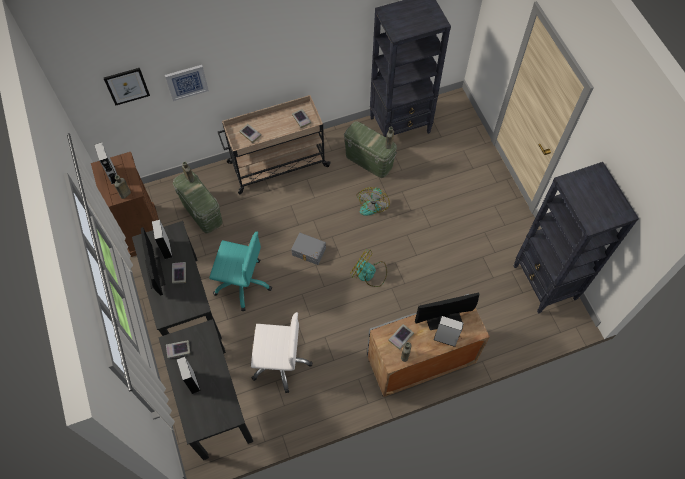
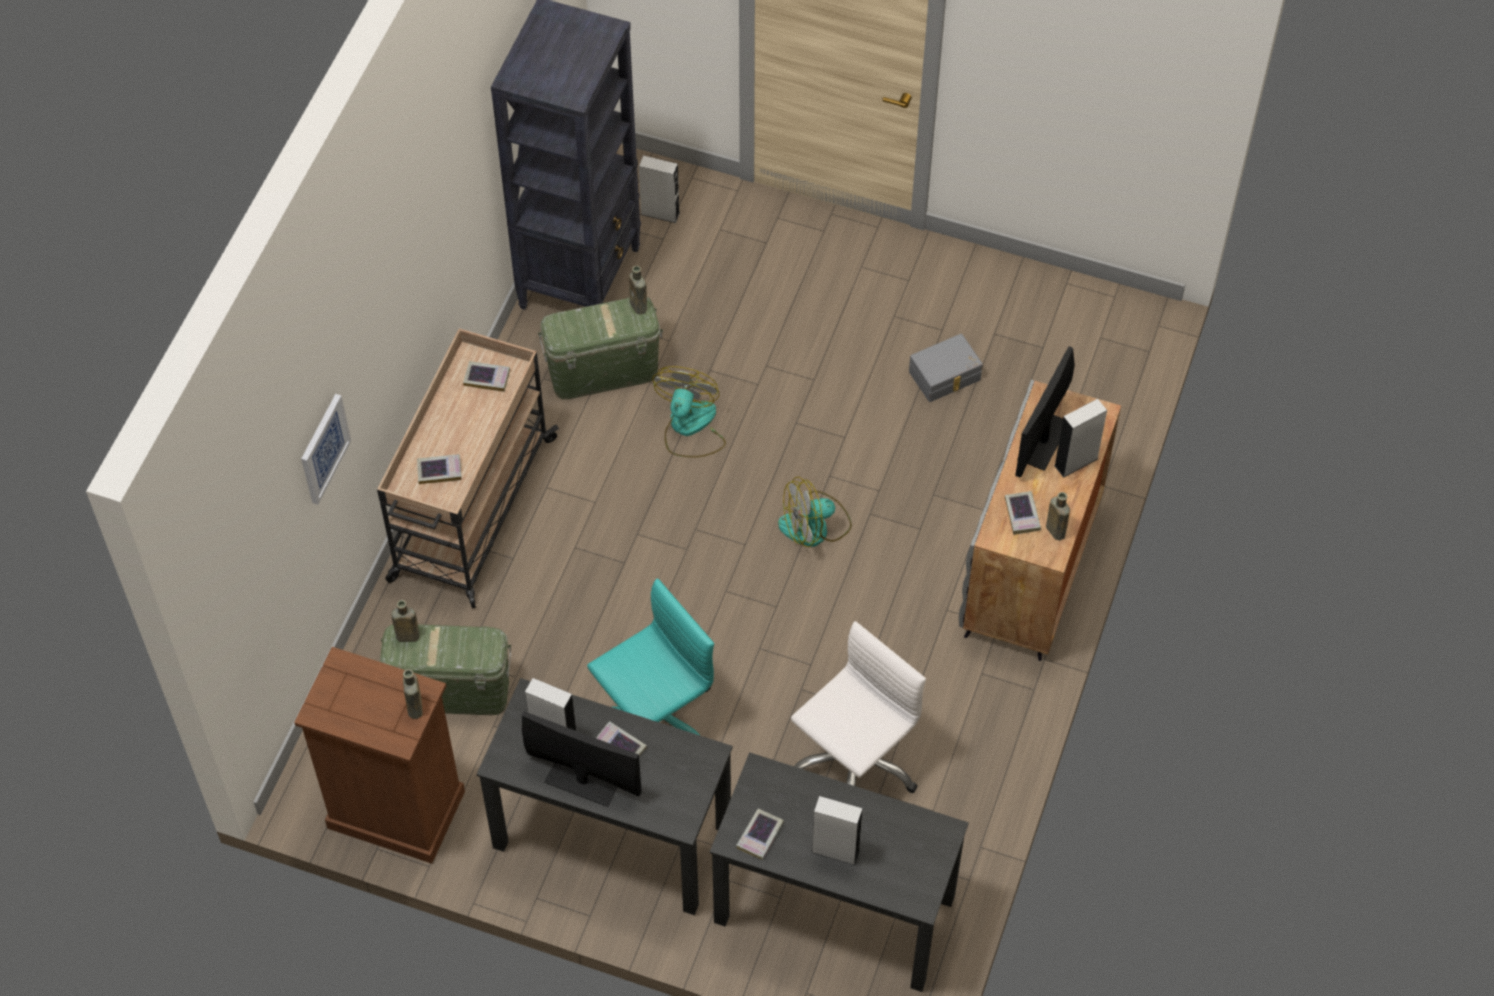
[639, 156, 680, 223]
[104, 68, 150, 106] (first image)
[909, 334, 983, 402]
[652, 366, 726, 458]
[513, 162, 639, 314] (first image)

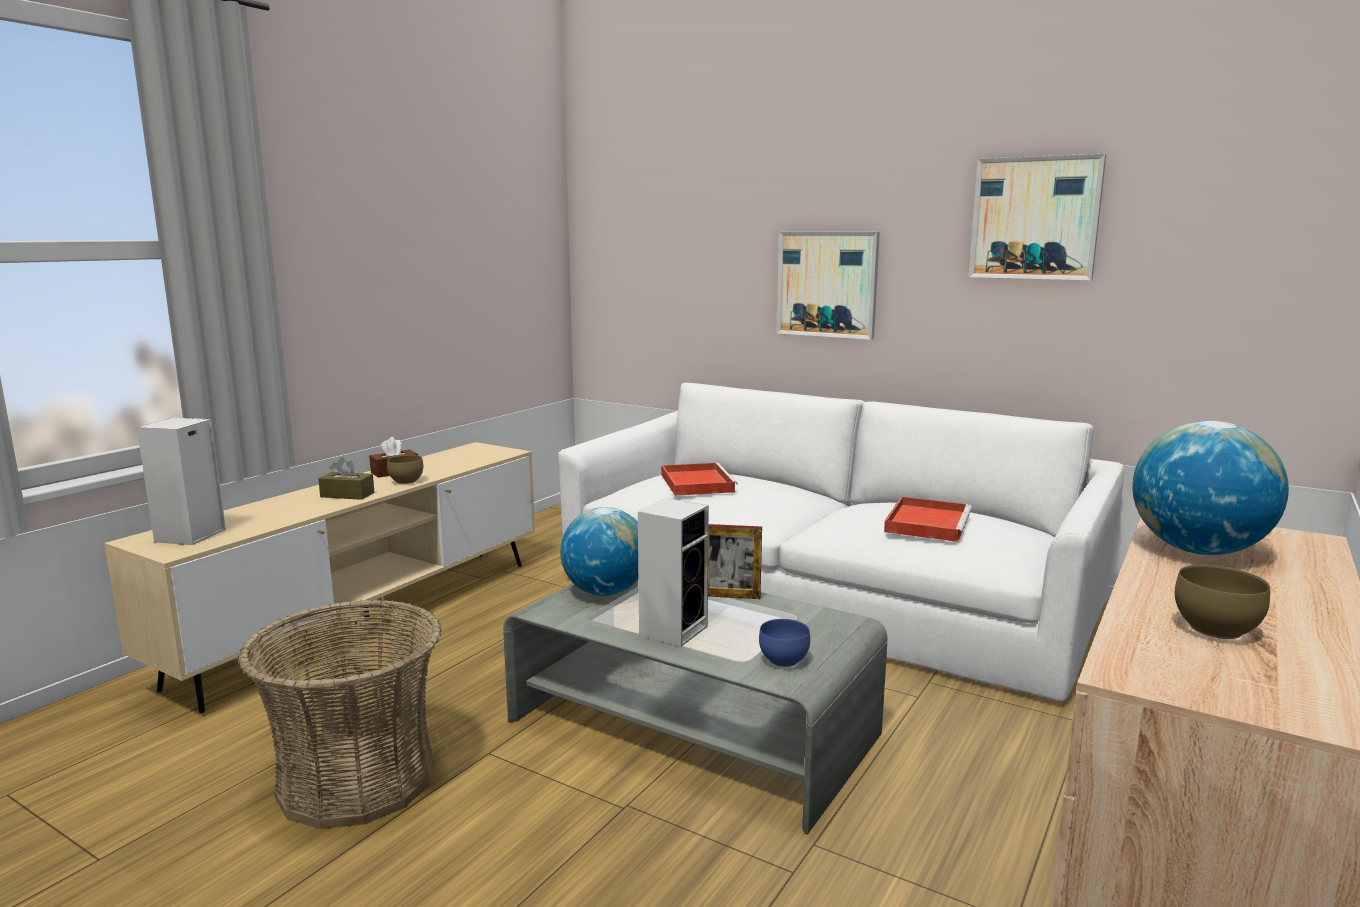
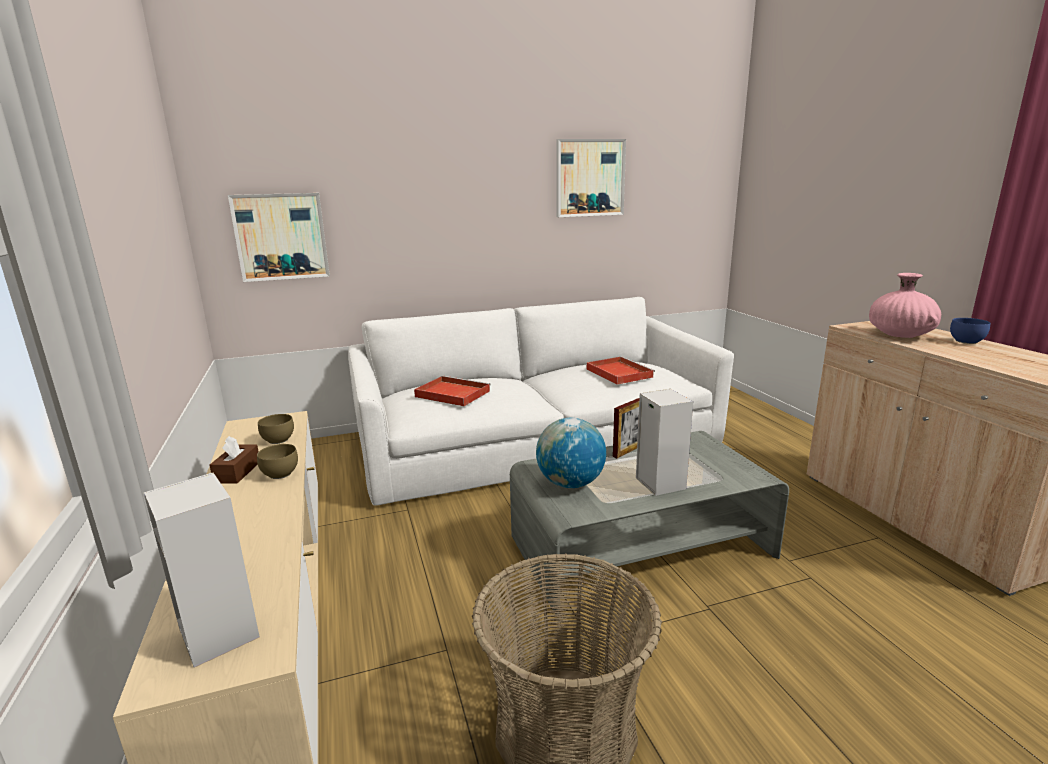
[318, 458, 374, 500] (first image)
[950, 318, 990, 344]
[228, 193, 330, 282]
[869, 273, 941, 338]
[258, 414, 294, 444]

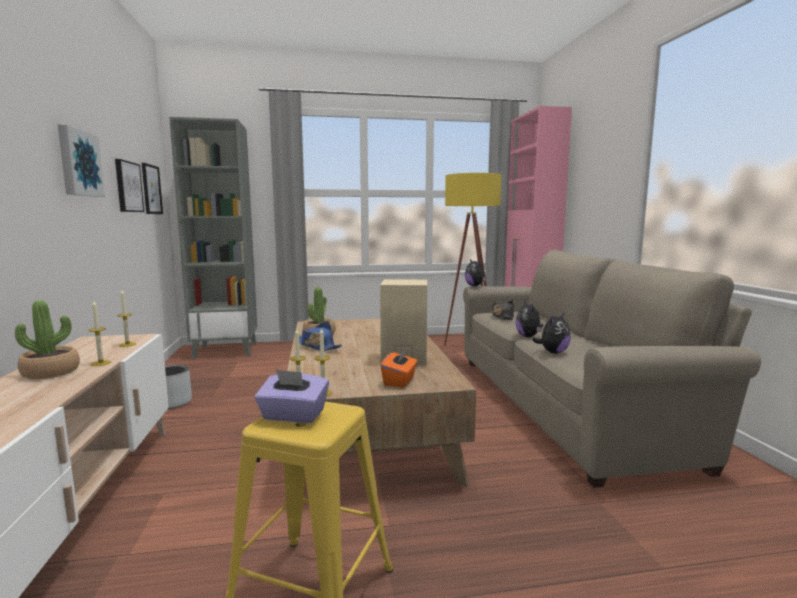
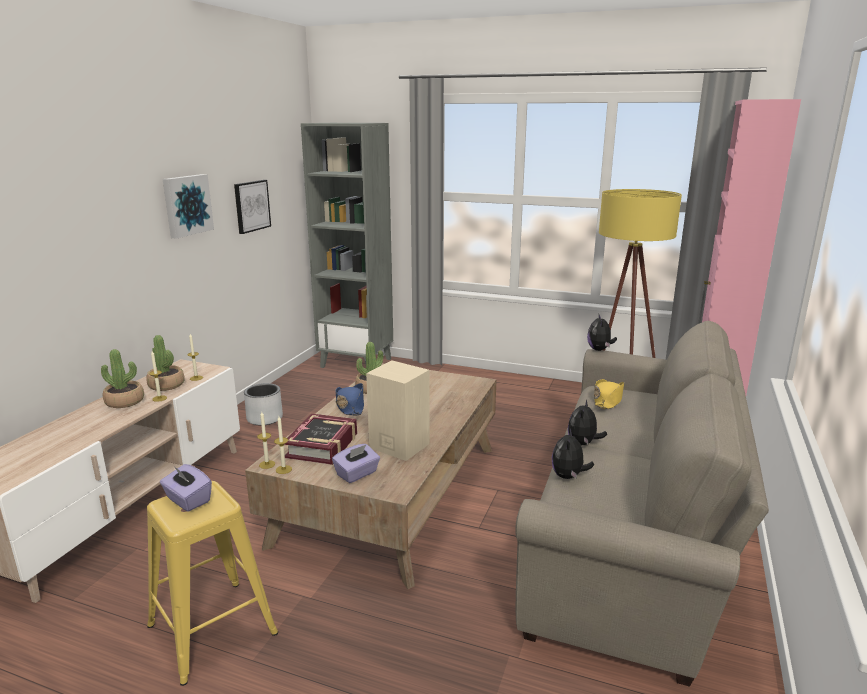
[142, 163, 163, 214] (first image)
[332, 444, 380, 483]
[594, 379, 624, 409]
[552, 428, 594, 479]
[146, 335, 185, 391]
[284, 414, 357, 465]

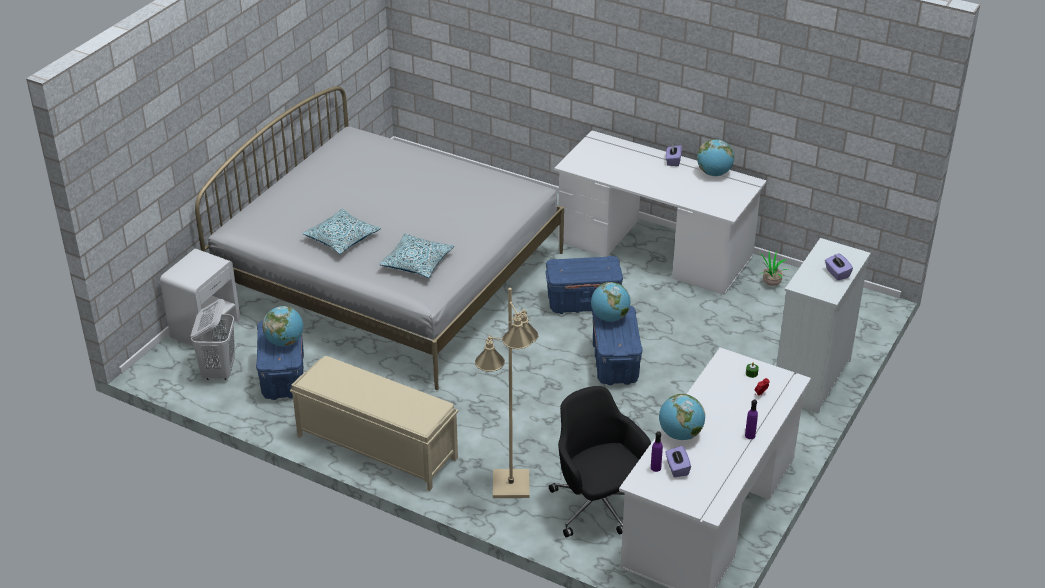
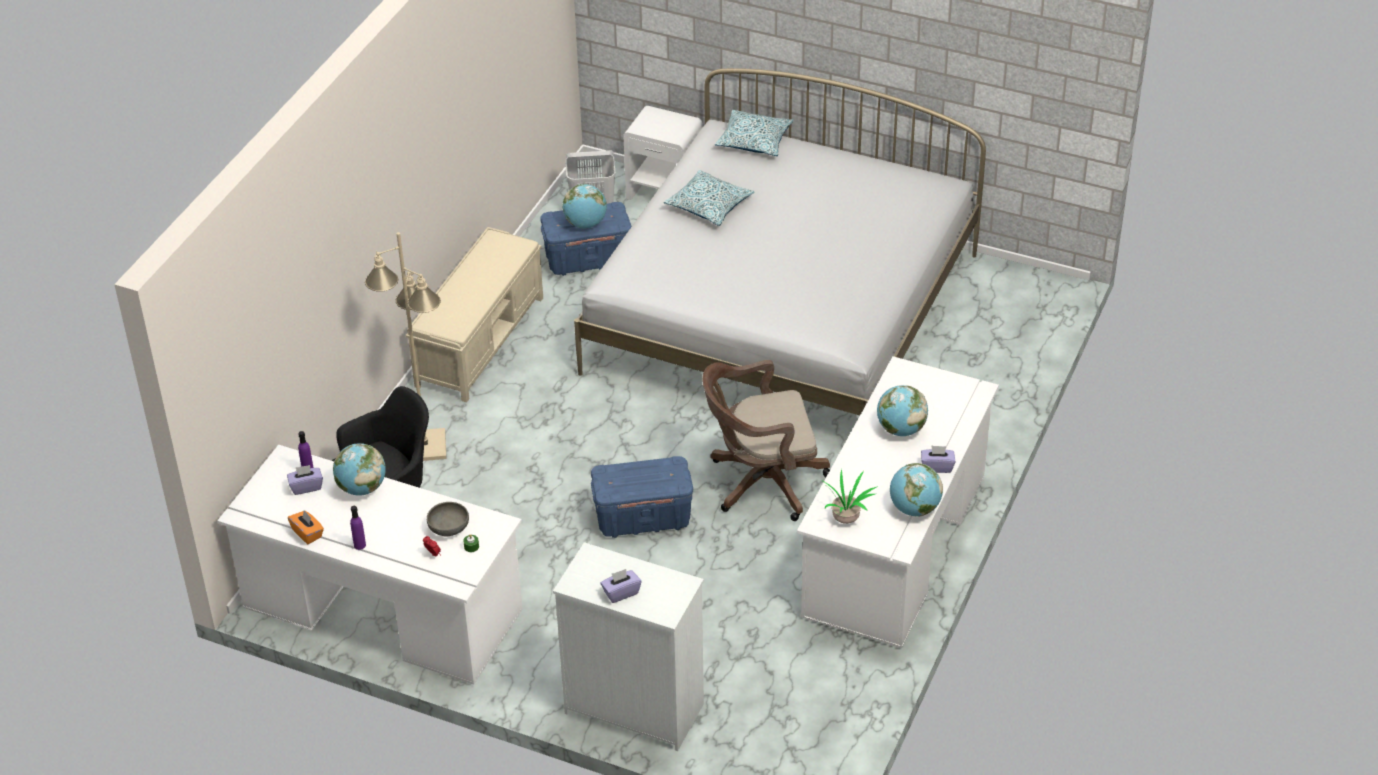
[715, 110, 794, 156]
[702, 360, 830, 521]
[877, 385, 928, 436]
[821, 469, 878, 524]
[288, 510, 324, 544]
[427, 502, 469, 536]

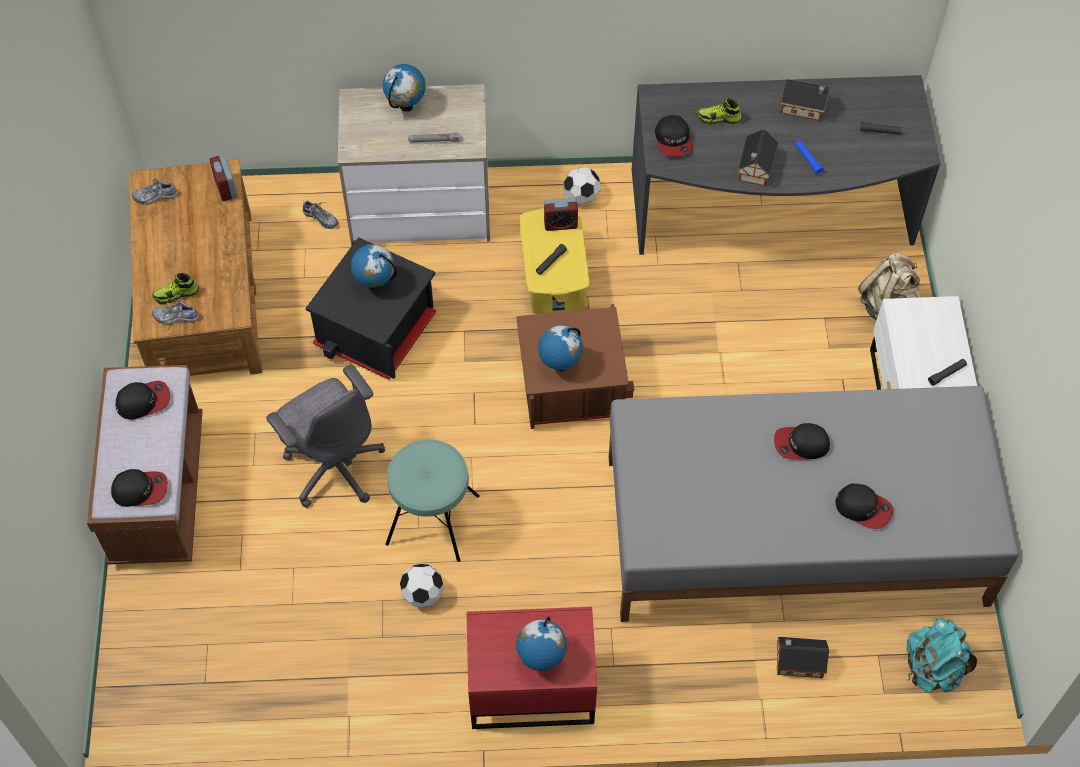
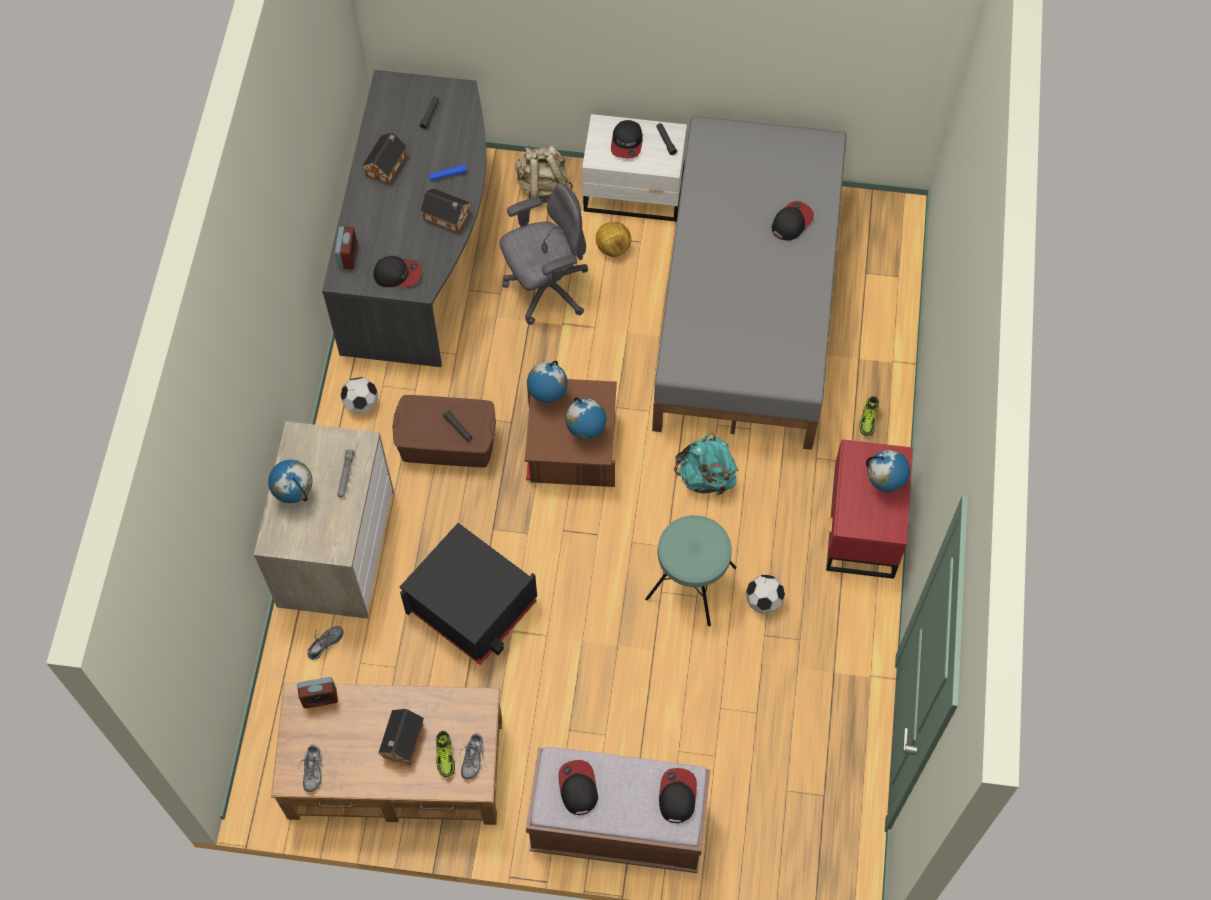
[500, 183, 588, 325]
[527, 361, 568, 403]
[392, 395, 496, 467]
[335, 226, 358, 269]
[859, 396, 879, 436]
[611, 120, 643, 158]
[378, 709, 424, 765]
[674, 433, 739, 497]
[596, 222, 631, 257]

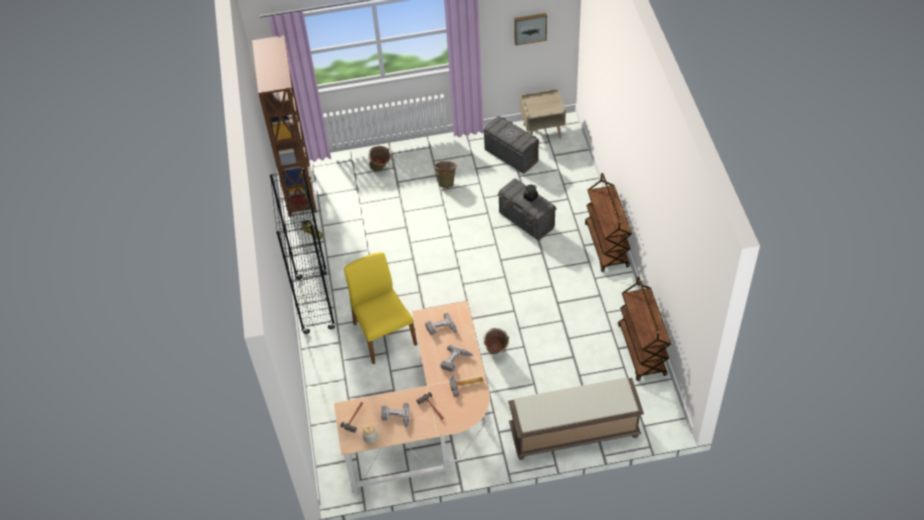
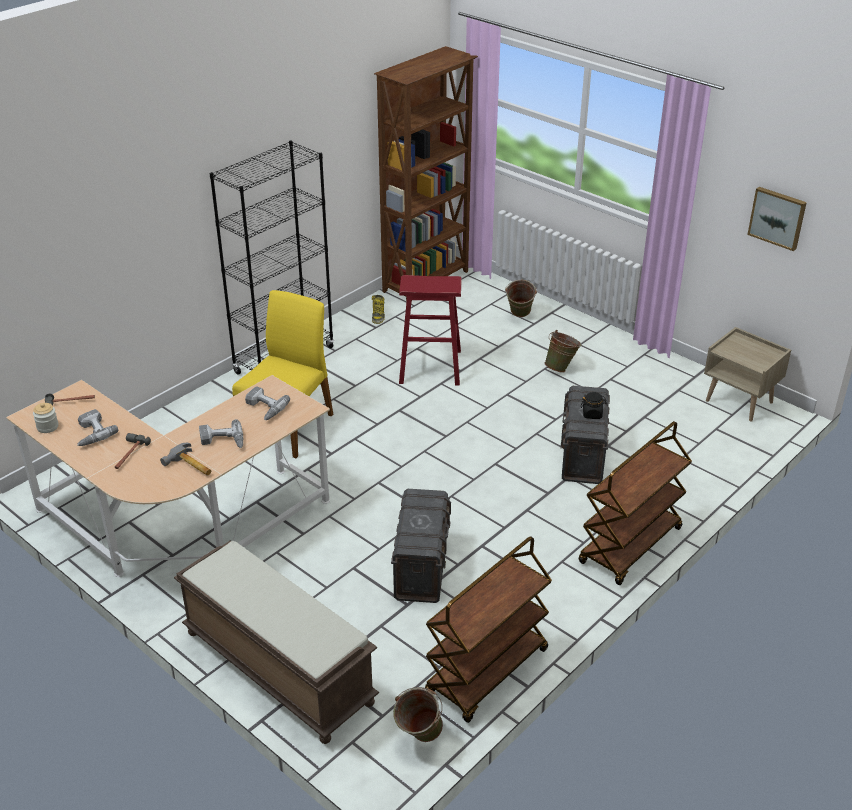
[391, 489, 451, 603]
[393, 687, 443, 742]
[399, 275, 462, 386]

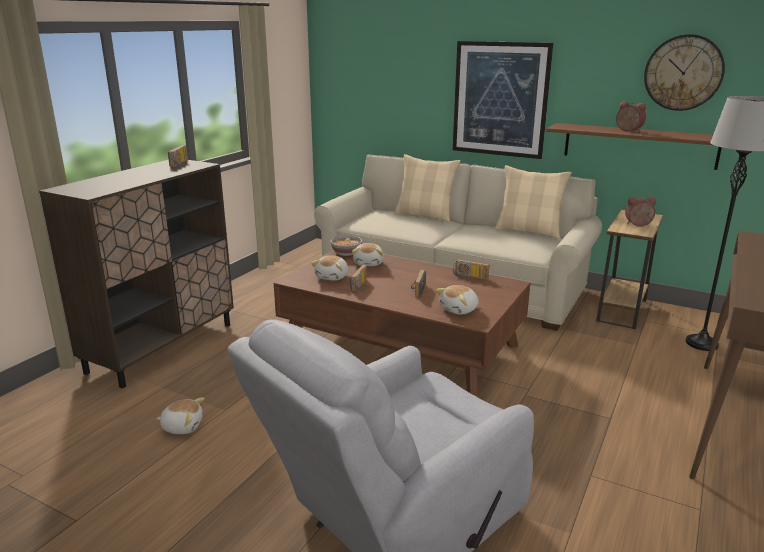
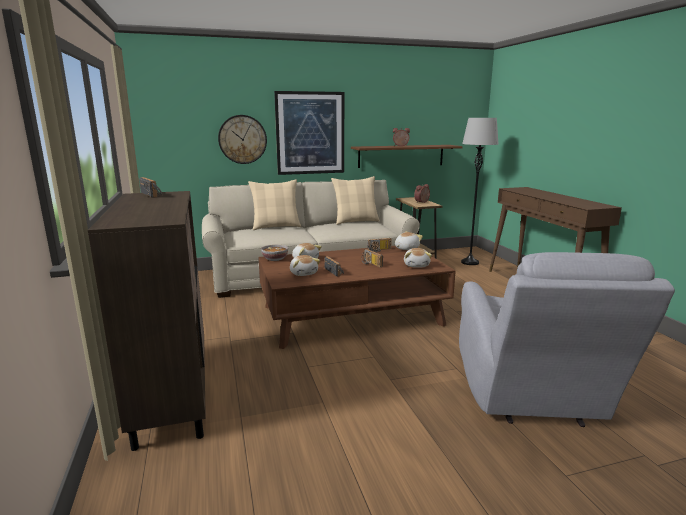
[395, 231, 423, 250]
[218, 115, 267, 164]

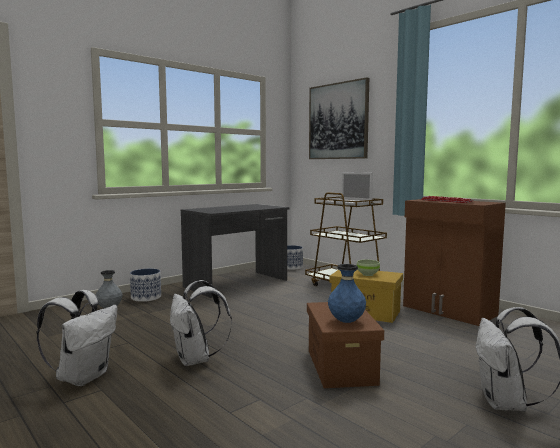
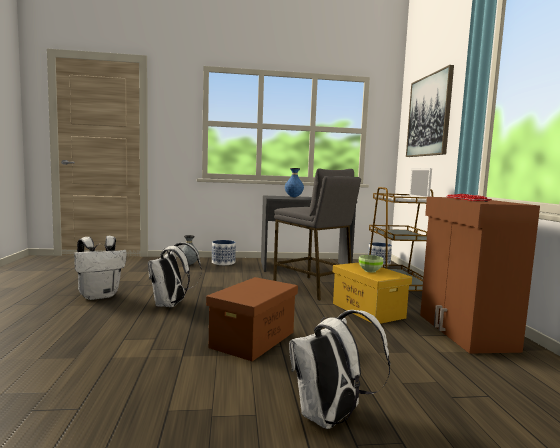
[285, 168, 304, 197]
[273, 169, 361, 301]

